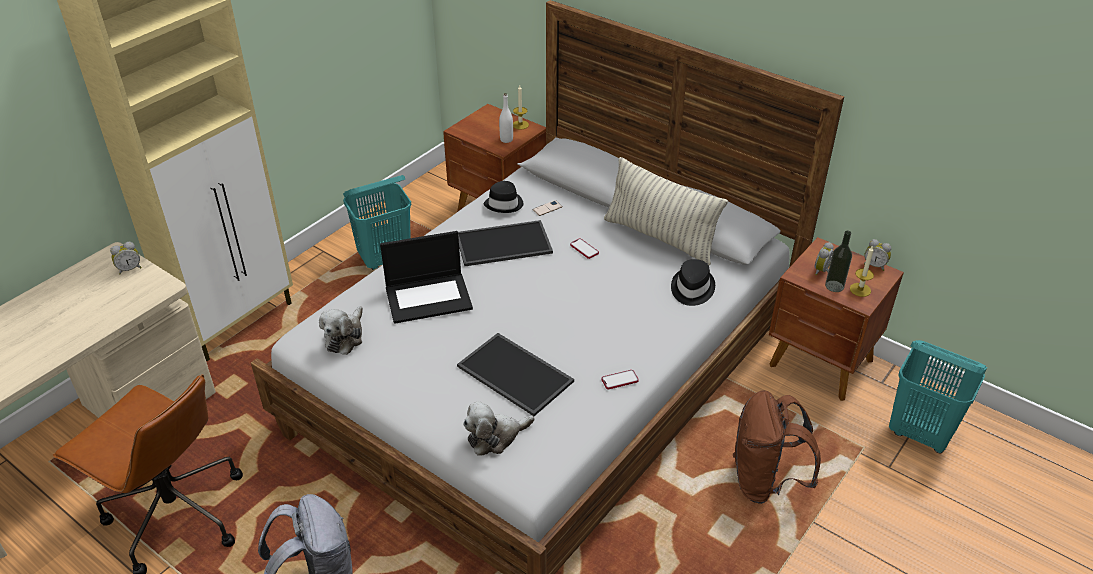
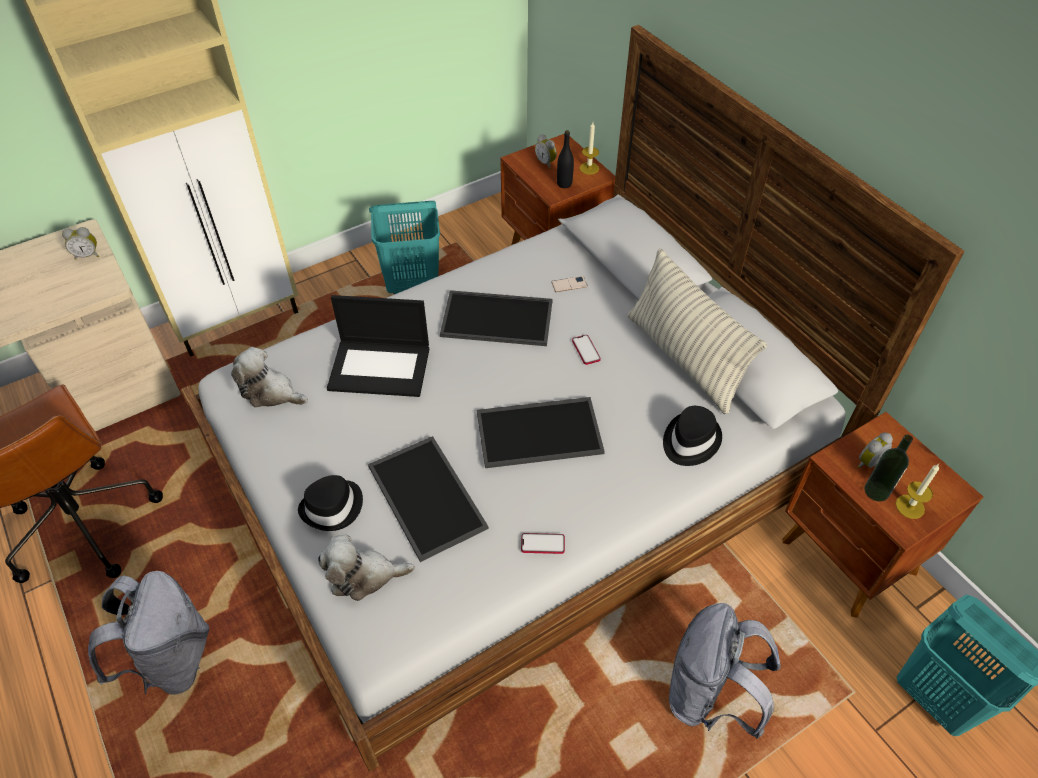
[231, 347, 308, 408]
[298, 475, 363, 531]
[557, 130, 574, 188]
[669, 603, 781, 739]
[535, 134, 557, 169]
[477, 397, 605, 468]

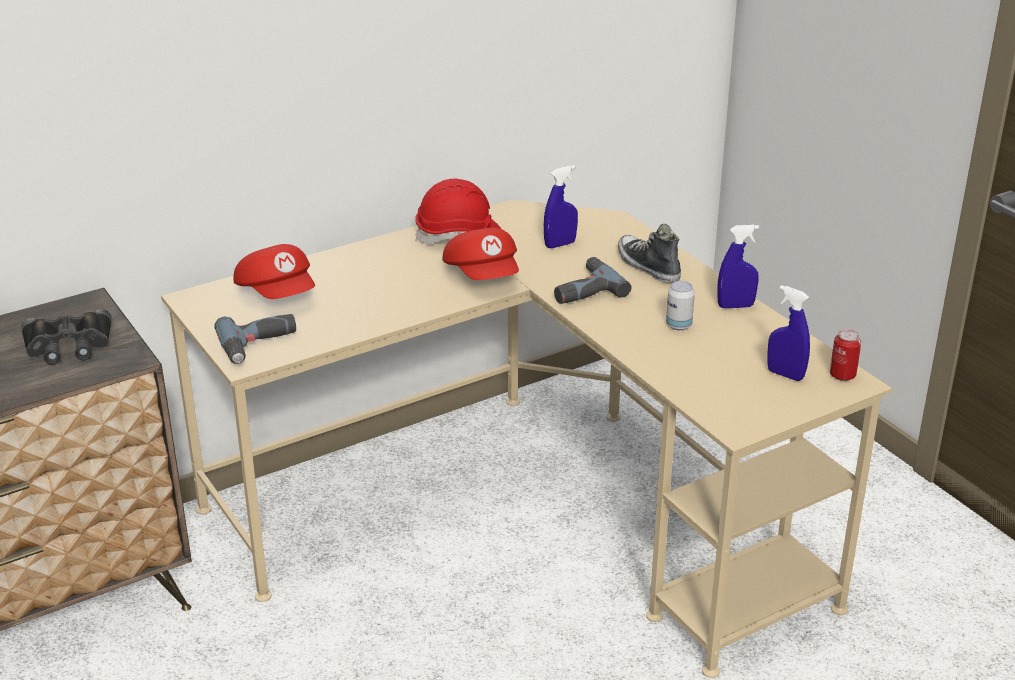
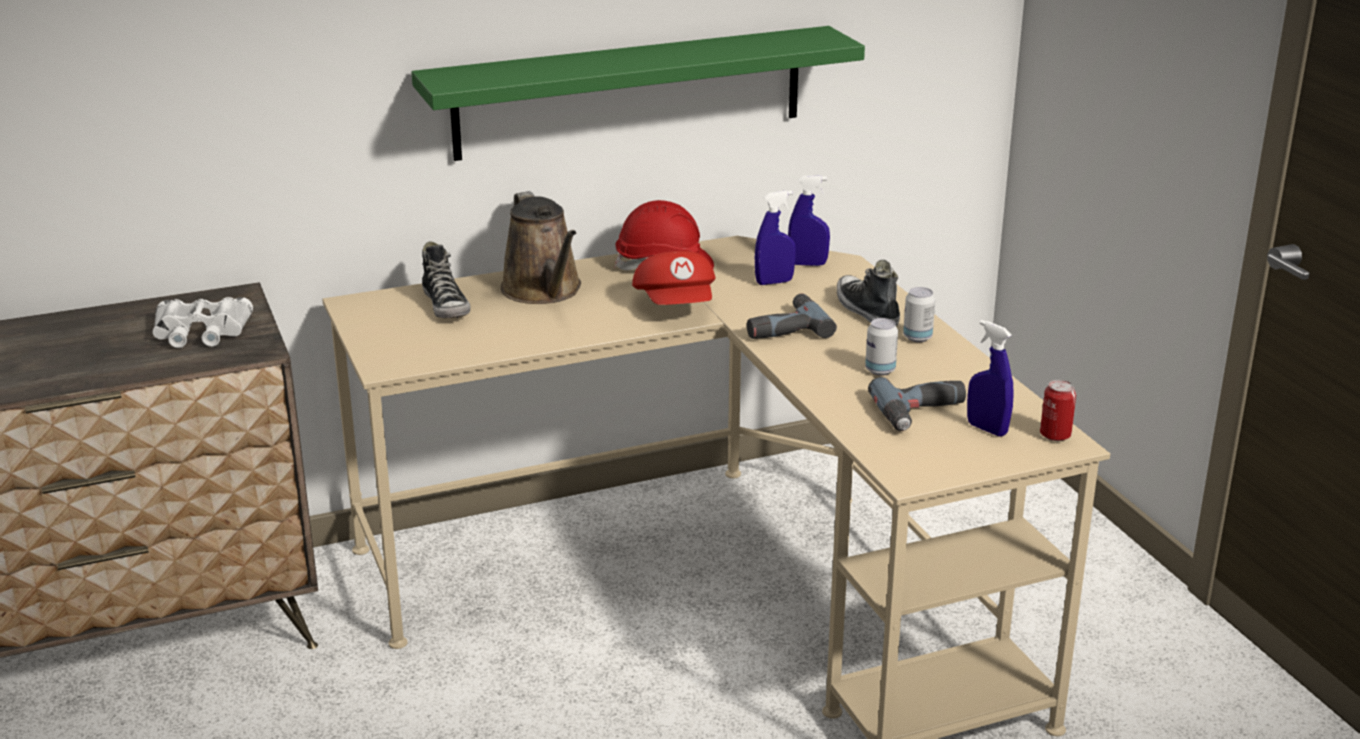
[153, 297, 253, 348]
[868, 377, 966, 431]
[422, 241, 471, 318]
[788, 175, 830, 266]
[412, 26, 865, 161]
[501, 191, 581, 304]
[903, 287, 935, 342]

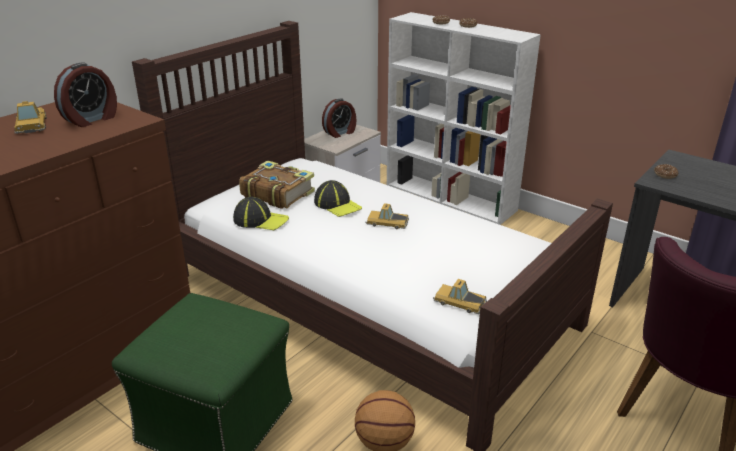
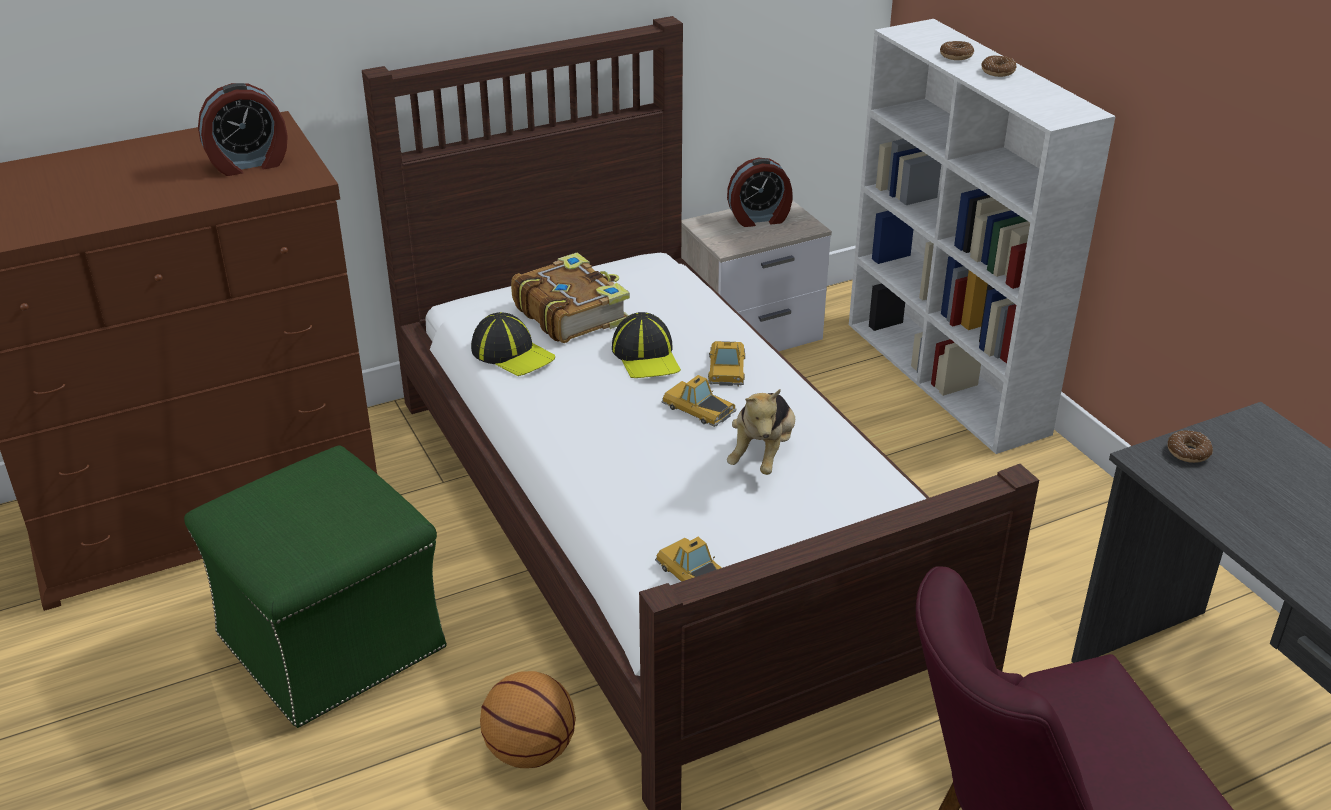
[708, 341, 745, 387]
[727, 388, 795, 475]

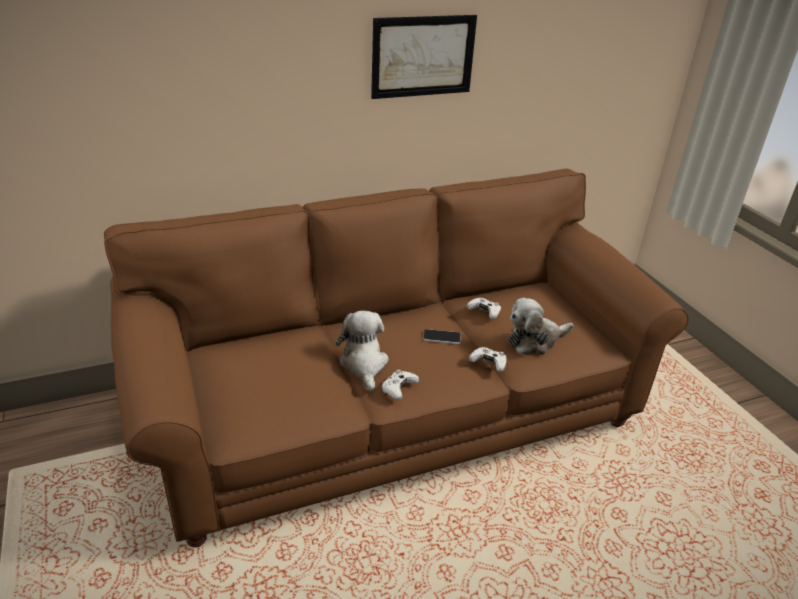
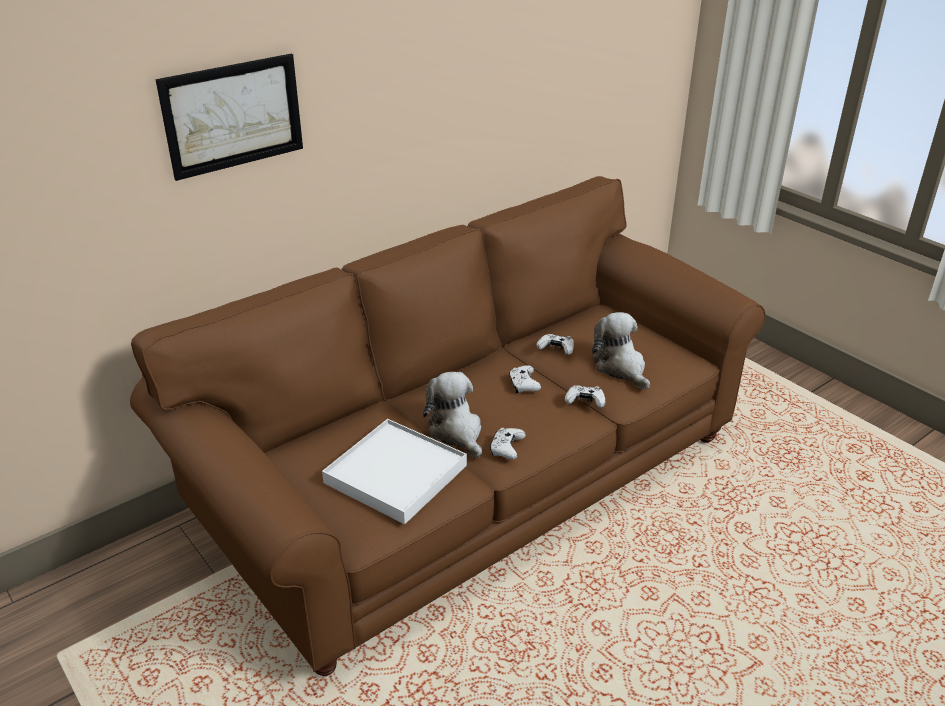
[155, 54, 303, 181]
[509, 365, 541, 393]
[592, 312, 650, 390]
[322, 419, 467, 524]

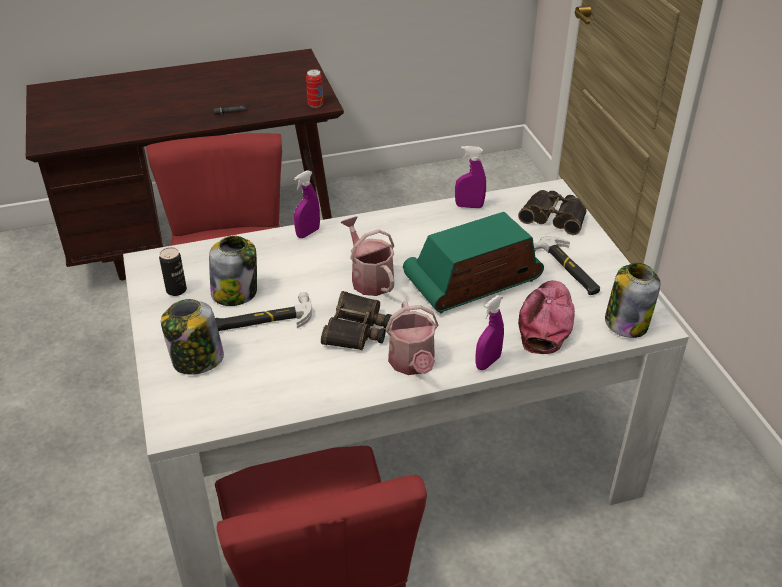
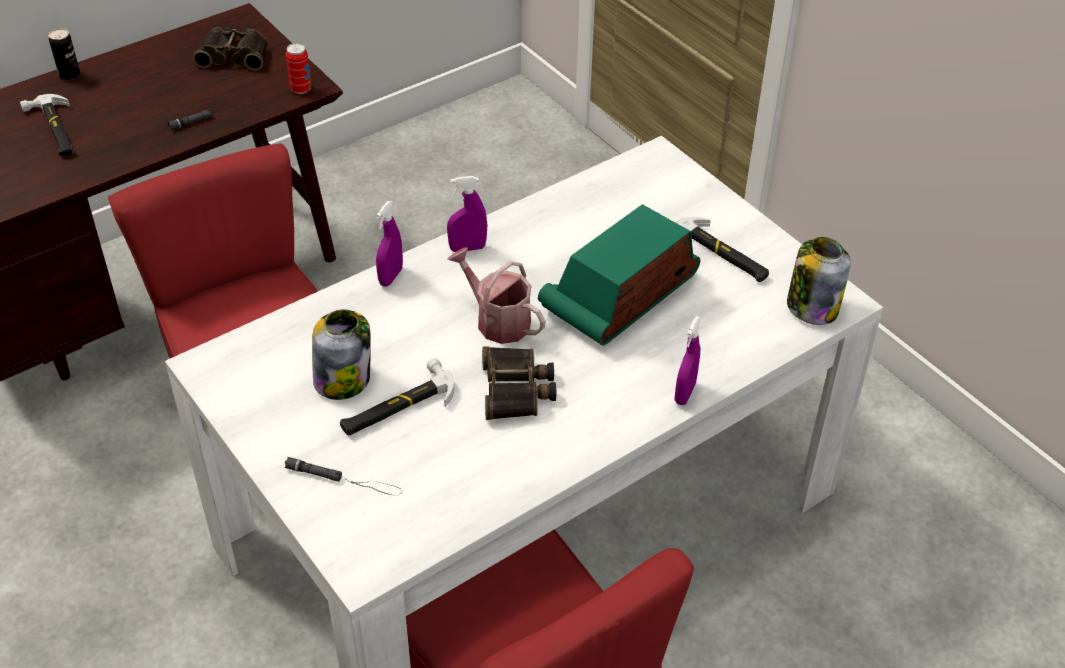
[49, 29, 80, 80]
[285, 457, 400, 495]
[385, 301, 439, 375] (first image)
[447, 176, 487, 252]
[193, 26, 268, 70]
[518, 280, 575, 354] (first image)
[20, 94, 74, 156]

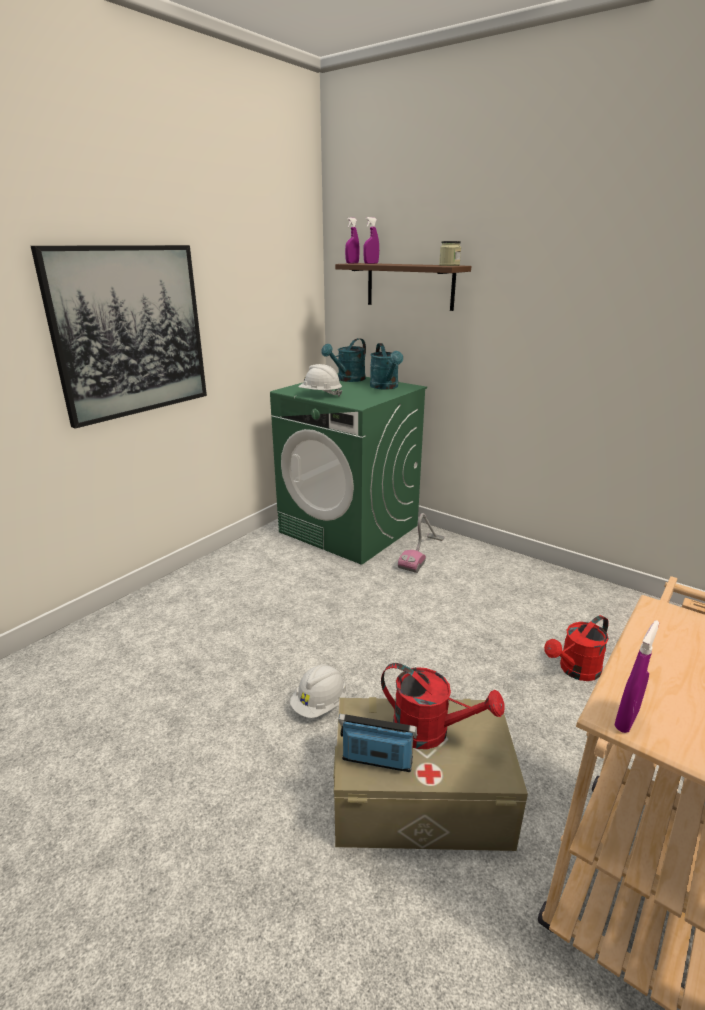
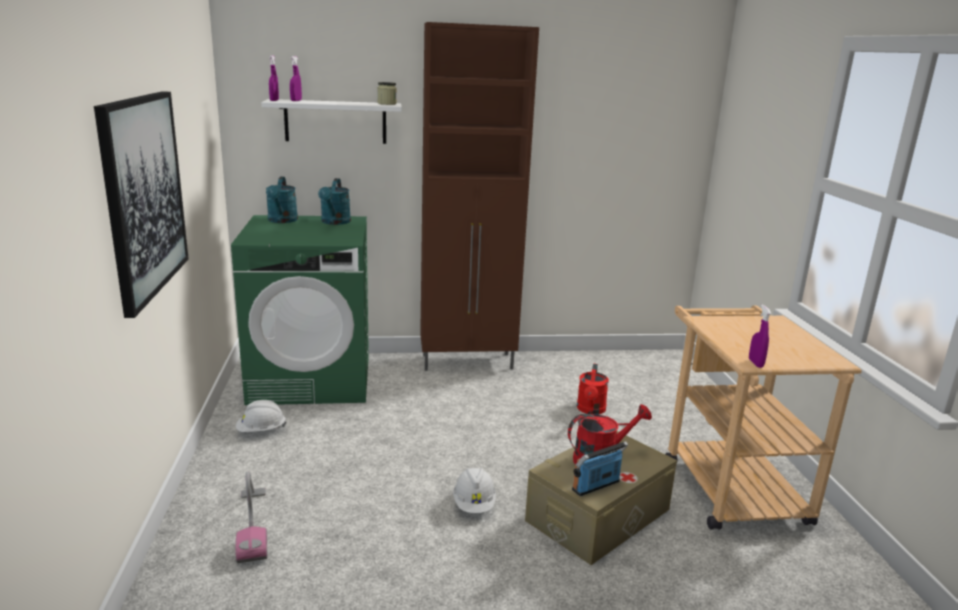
[236, 400, 286, 432]
[262, 99, 402, 144]
[318, 178, 351, 225]
[236, 471, 268, 563]
[420, 22, 539, 371]

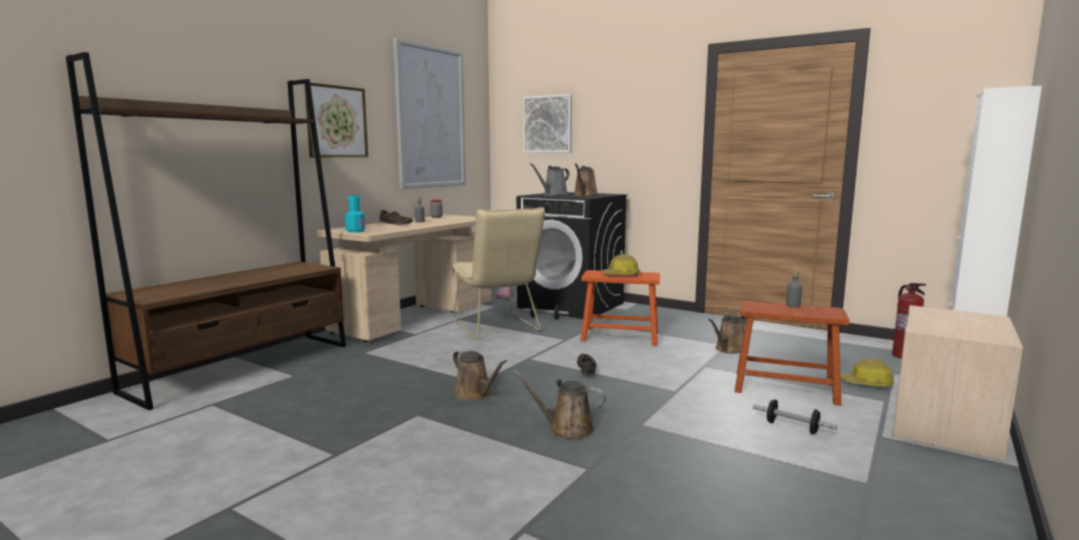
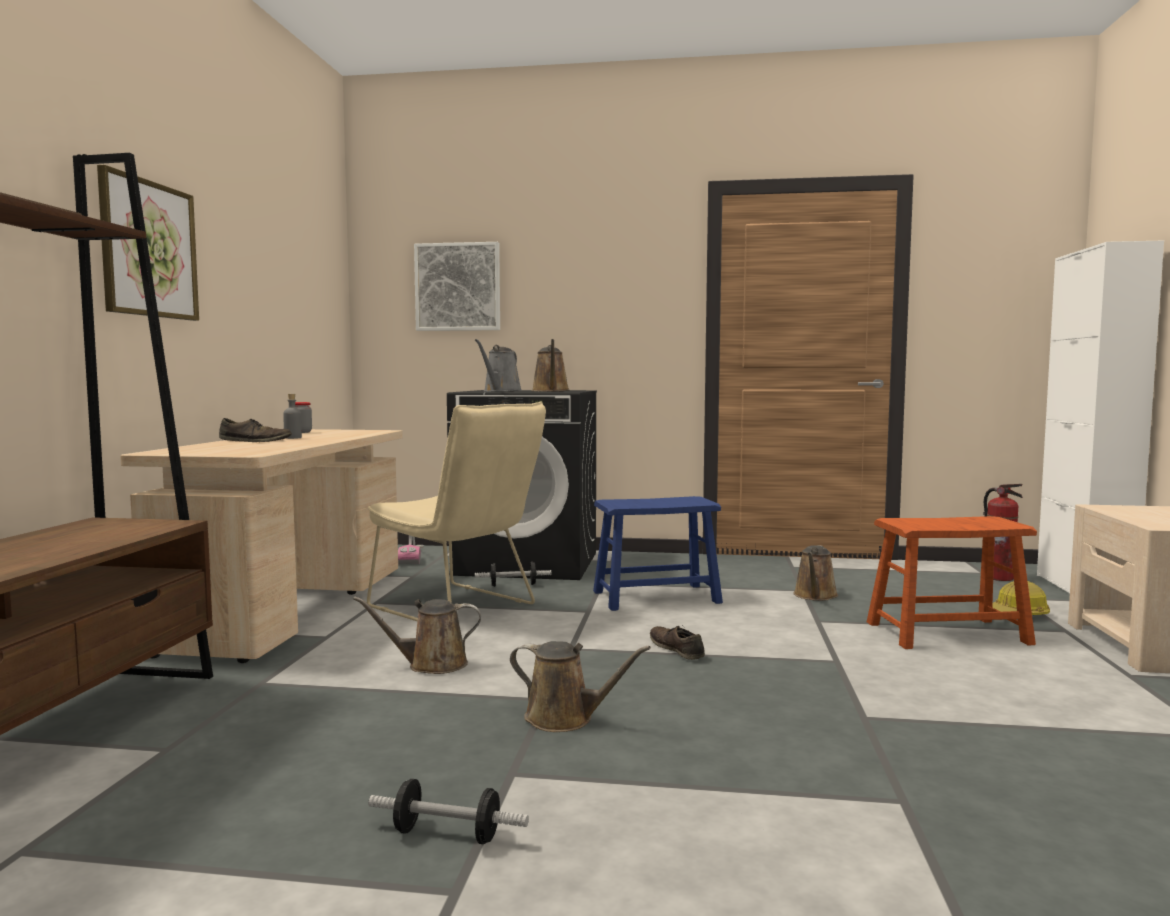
[345, 195, 365, 232] (first image)
[393, 38, 466, 189] (first image)
[353, 596, 481, 674]
[593, 496, 723, 611]
[601, 254, 640, 275] (first image)
[368, 779, 529, 844]
[786, 270, 802, 307] (first image)

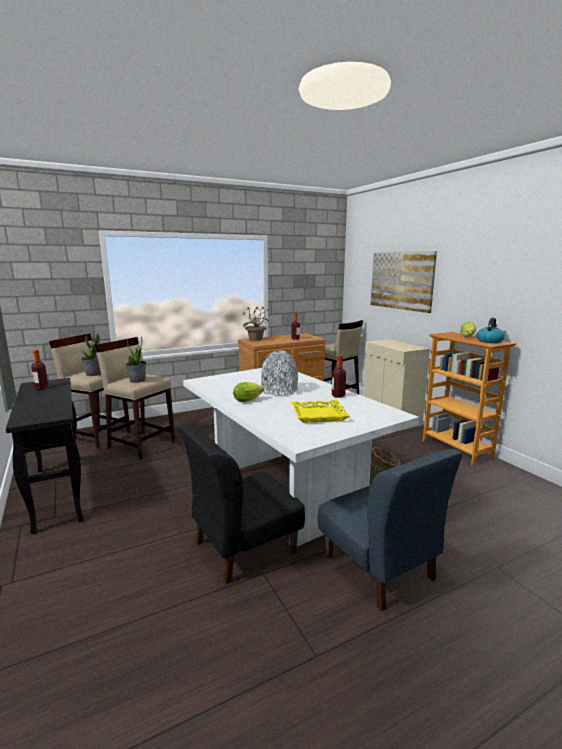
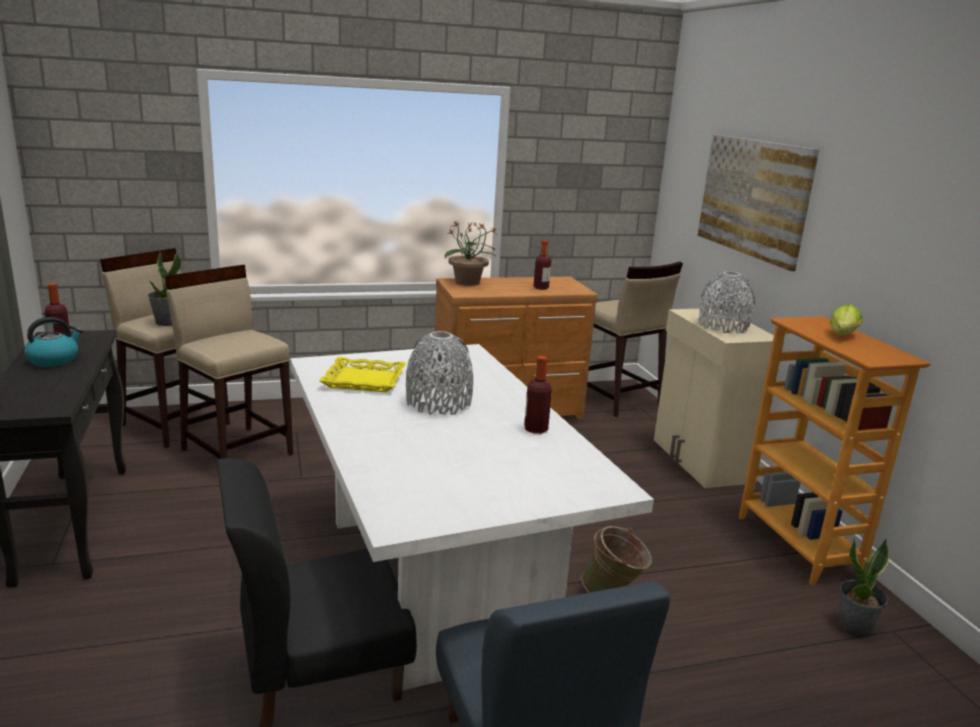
[838, 538, 889, 636]
[233, 382, 263, 402] (first image)
[319, 357, 406, 392]
[24, 317, 83, 367]
[699, 271, 755, 334]

